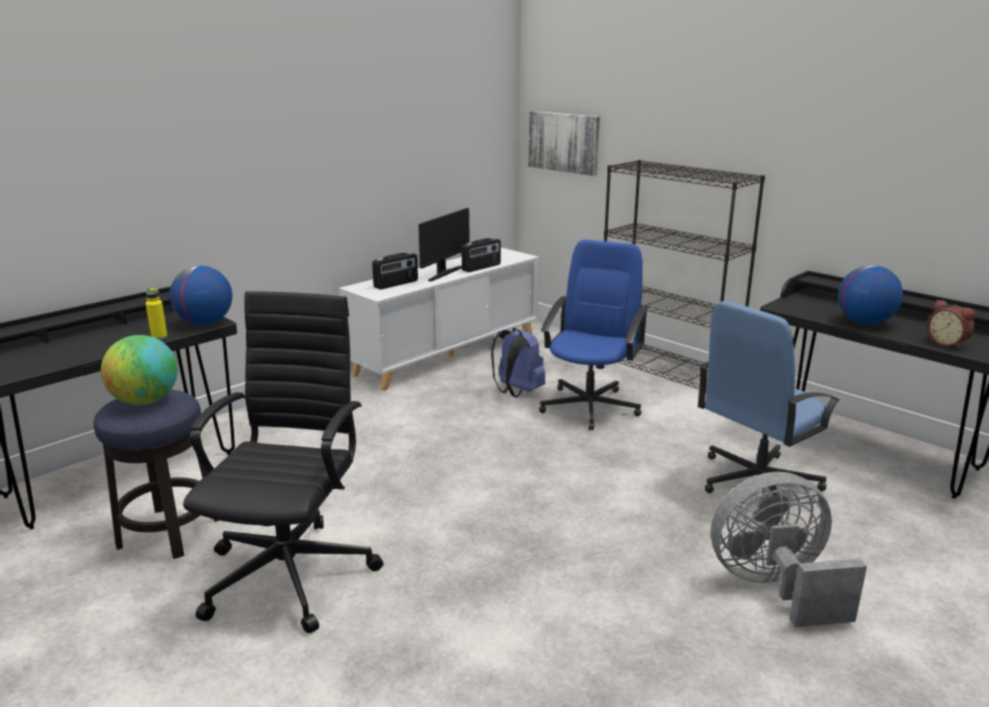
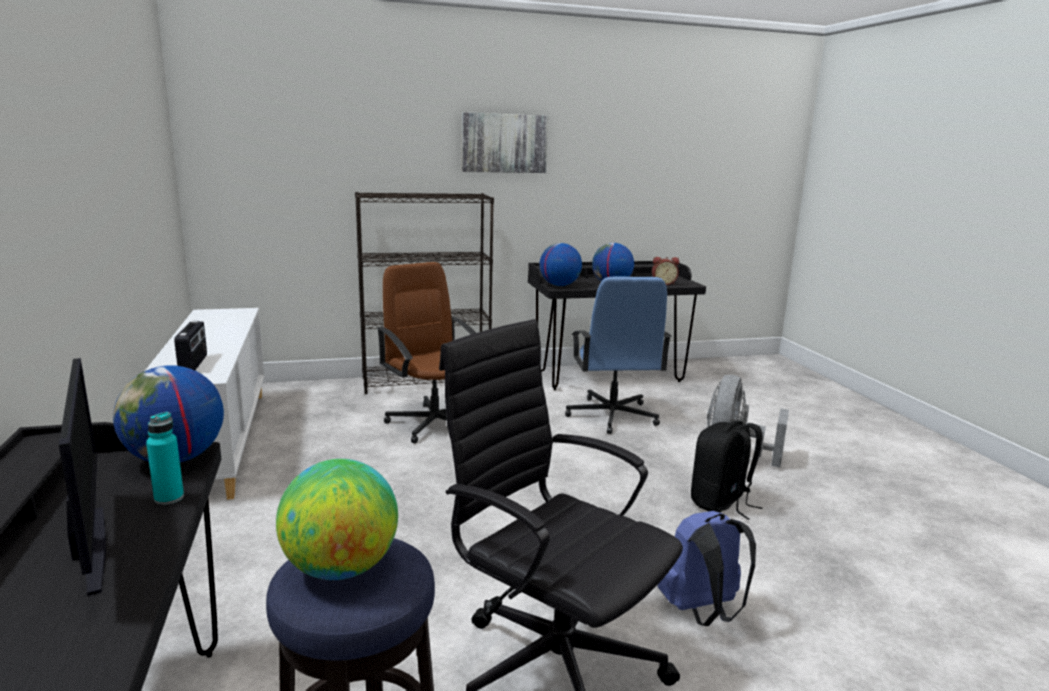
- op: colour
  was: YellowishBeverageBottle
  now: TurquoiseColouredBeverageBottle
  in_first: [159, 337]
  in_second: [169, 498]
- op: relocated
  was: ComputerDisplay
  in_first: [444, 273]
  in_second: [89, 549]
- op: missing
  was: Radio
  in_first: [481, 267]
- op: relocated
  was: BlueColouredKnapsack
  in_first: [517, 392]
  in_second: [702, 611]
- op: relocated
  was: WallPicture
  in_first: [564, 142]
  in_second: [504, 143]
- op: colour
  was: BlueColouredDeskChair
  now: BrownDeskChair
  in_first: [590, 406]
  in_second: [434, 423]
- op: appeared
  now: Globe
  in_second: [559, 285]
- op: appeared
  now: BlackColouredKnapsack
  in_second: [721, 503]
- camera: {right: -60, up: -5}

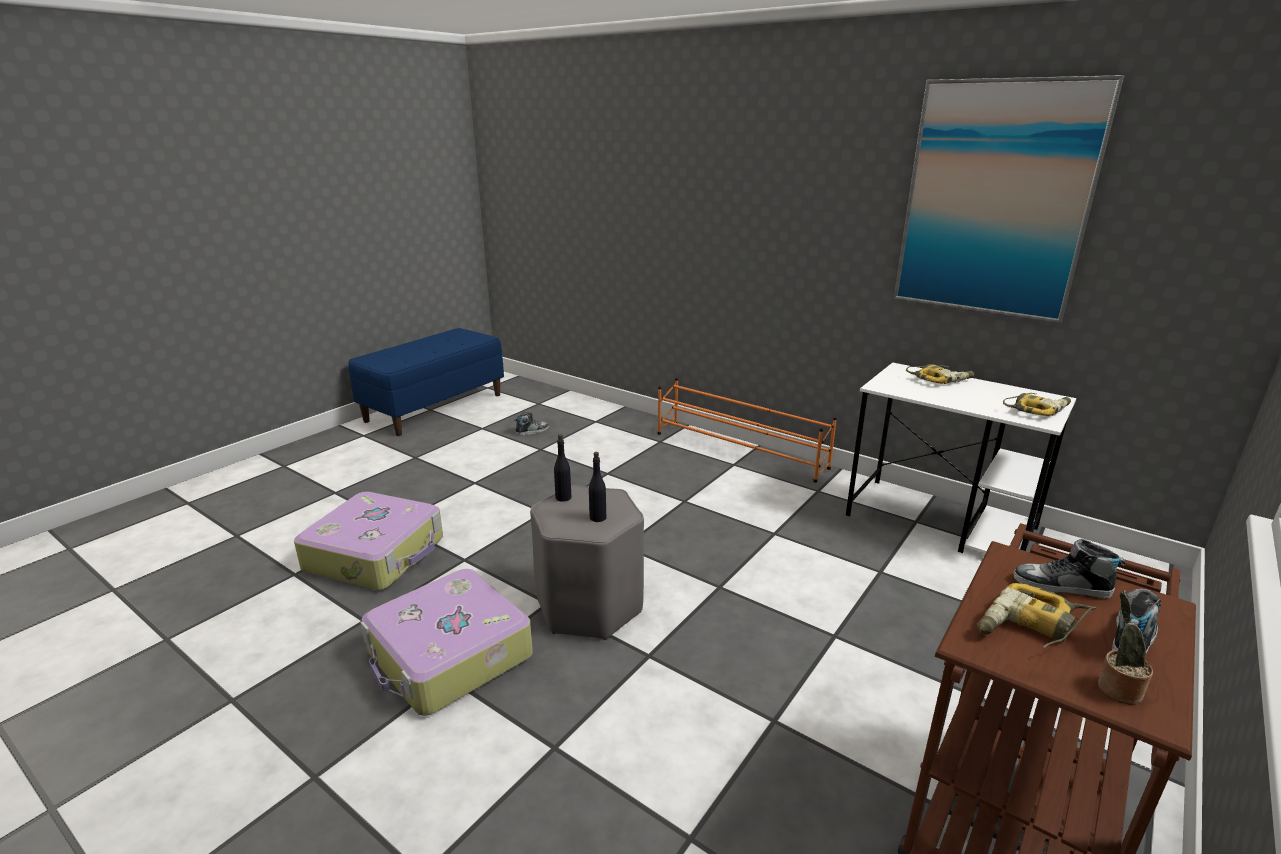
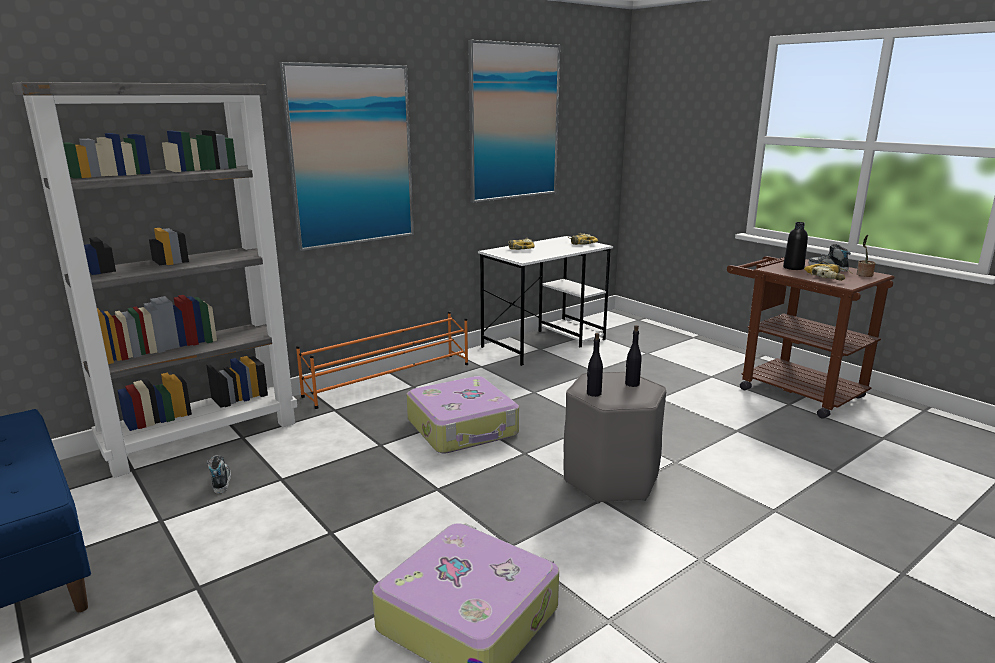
- op: relocated
  was: PieceOfLuggage
  in_first: [449, 656]
  in_second: [463, 428]
- op: exchanged
  was: ItemOfFootwear
  now: BlackColouredBeverageBottle
  in_first: [1061, 586]
  in_second: [793, 268]
- op: appeared
  now: GrayShelvingUnit
  in_second: [203, 436]
- op: appeared
  now: WallPicture
  in_second: [351, 156]
- camera: {right: -75, up: -5}

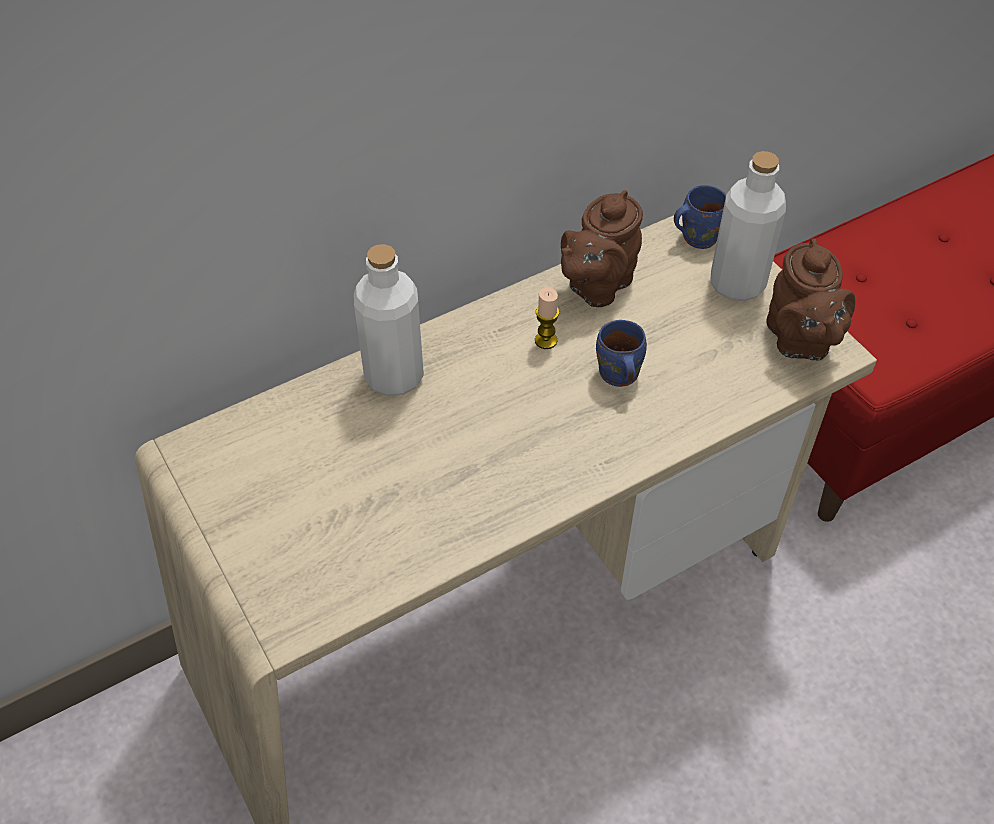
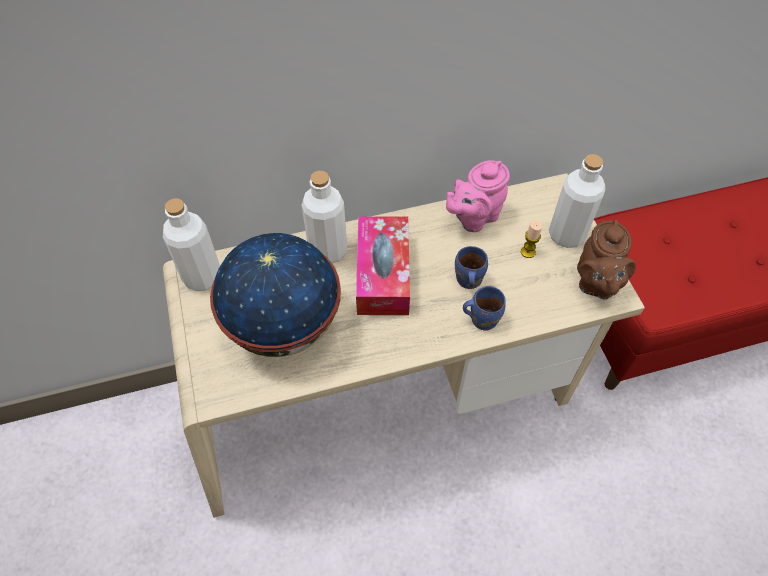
- op: relocated
  was: WaxCandle
  in_first: [546, 340]
  in_second: [528, 252]
- op: colour
  was: BrownPotForTea
  now: PinkPotForTea
  in_first: [596, 286]
  in_second: [473, 217]
- op: relocated
  was: BlueColouredTeaMug
  in_first: [696, 236]
  in_second: [482, 318]
- op: appeared
  now: WhiteColouredBeverageBottle
  in_second: [202, 277]
- op: appeared
  now: Globe
  in_second: [283, 326]
- op: appeared
  now: TissueBox
  in_second: [383, 274]
- camera: {right: 15, up: 5}

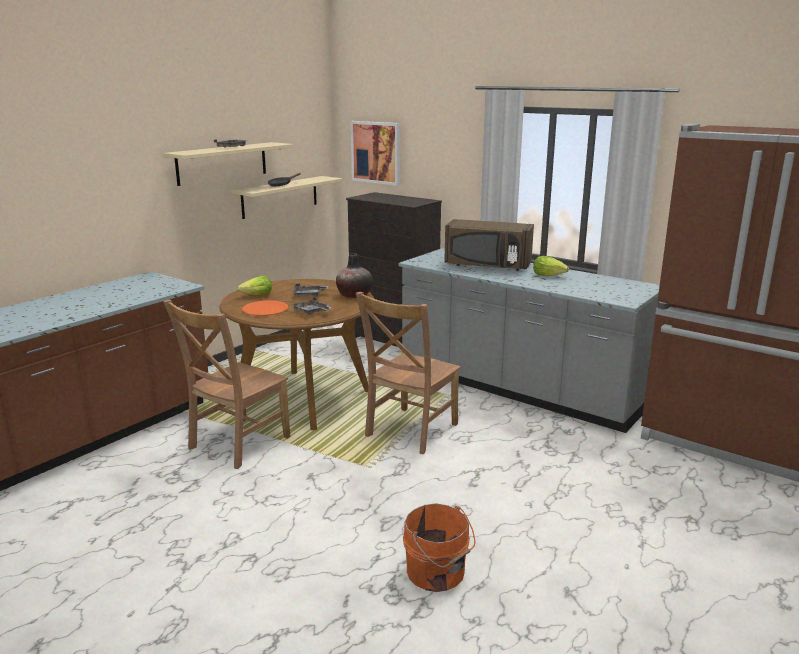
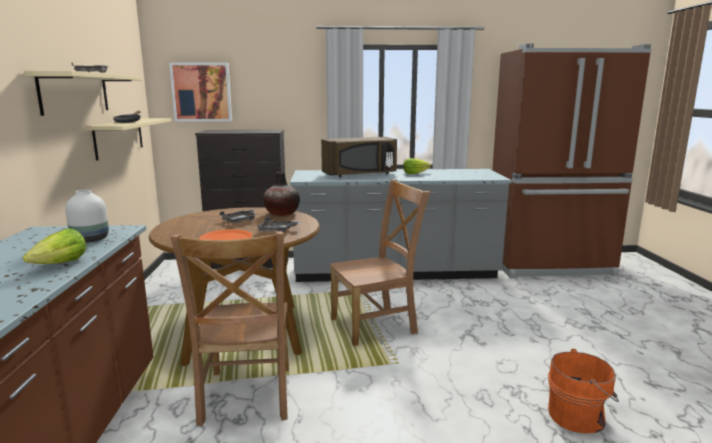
- op: relocated
  was: LettuceHead
  in_first: [257, 295]
  in_second: [61, 264]
- op: spun
  was: BrownUprightChair
  in_first: [409, 431]
  in_second: [377, 325]
  clockwise: -105
- op: appeared
  now: WhiteColouredDecorativeVase
  in_second: [91, 239]
- camera: {right: -40, up: -5}

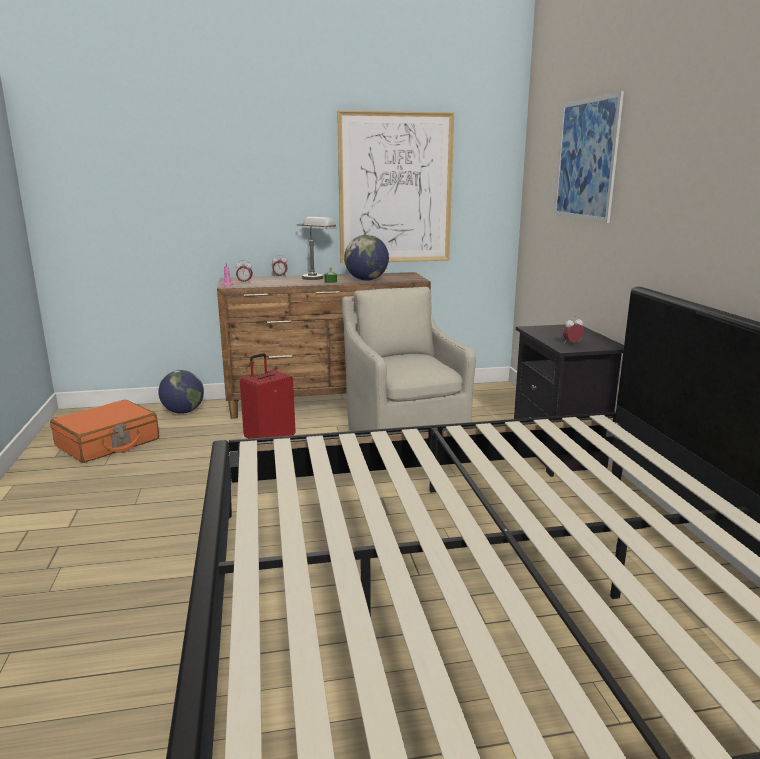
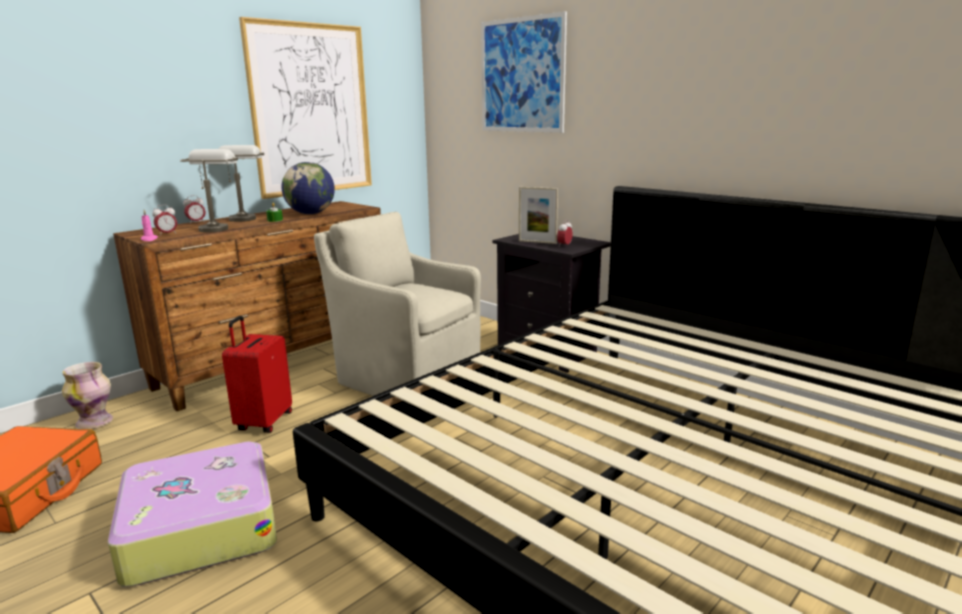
- op: exchanged
  was: Globe
  now: DecorativeVase
  in_first: [183, 412]
  in_second: [95, 422]
- op: appeared
  now: PieceOfLuggage
  in_second: [199, 527]
- op: appeared
  now: GrayTabletopLamp
  in_second: [217, 227]
- op: appeared
  now: StandingFrame
  in_second: [537, 242]
- camera: {right: -35, up: 0}

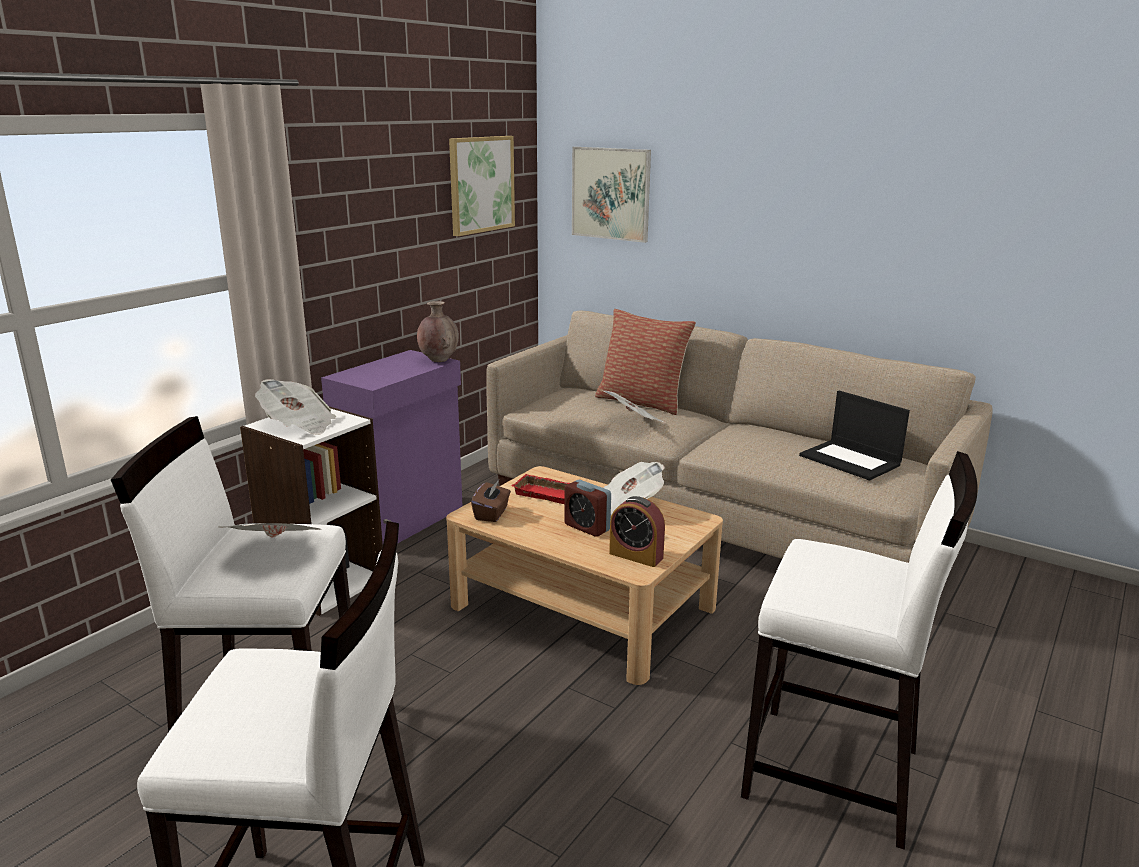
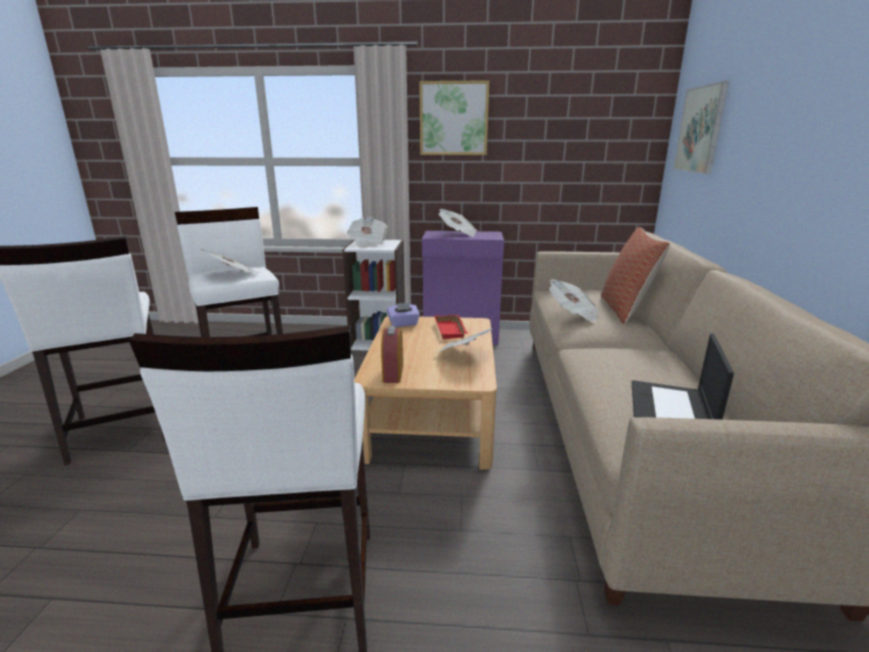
- op: missing
  was: BrownDecorativeVase
  in_first: [438, 360]
- op: relocated
  was: WallPicture
  in_first: [481, 184]
  in_second: [453, 118]
- op: colour
  was: BrownTissueBox
  now: PurplishTissueBox
  in_first: [492, 514]
  in_second: [403, 324]
- op: missing
  was: TableClock
  in_first: [587, 527]
- op: appeared
  now: Newspaper
  in_second: [458, 233]
- camera: {right: 60, up: 0}

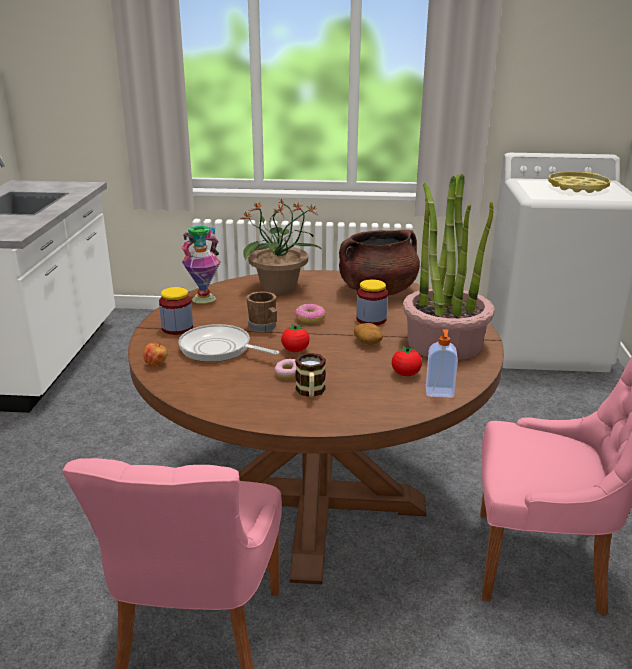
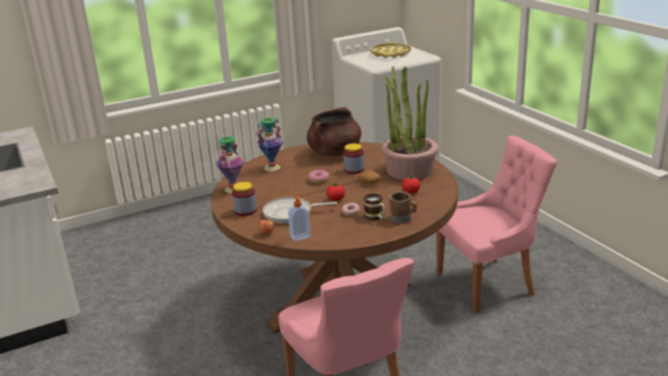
- op: exchanged
  was: PottedPlant
  now: DecorativeVase
  in_first: [280, 288]
  in_second: [272, 168]
- op: relocated
  was: BrownTeaMug
  in_first: [264, 328]
  in_second: [403, 218]
- op: relocated
  was: LiquidSoapBottle
  in_first: [439, 393]
  in_second: [300, 237]
- camera: {right: -30, up: 0}

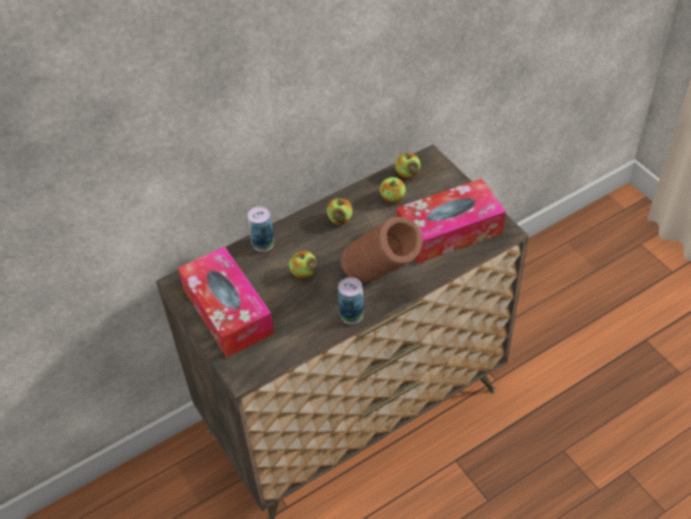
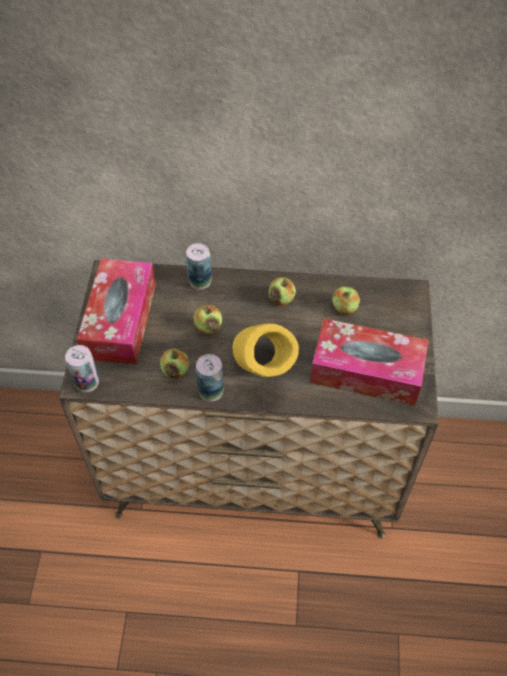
- op: colour
  was: BrownDecorativeVase
  now: YellowishDecorativeVase
  in_first: [381, 281]
  in_second: [263, 378]
- op: relocated
  was: AppleFruit
  in_first: [407, 173]
  in_second: [175, 371]
- op: appeared
  now: Can
  in_second: [87, 382]
- camera: {right: 35, up: 5}

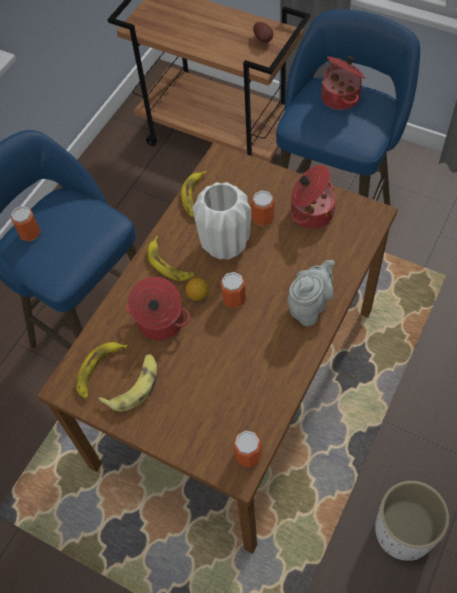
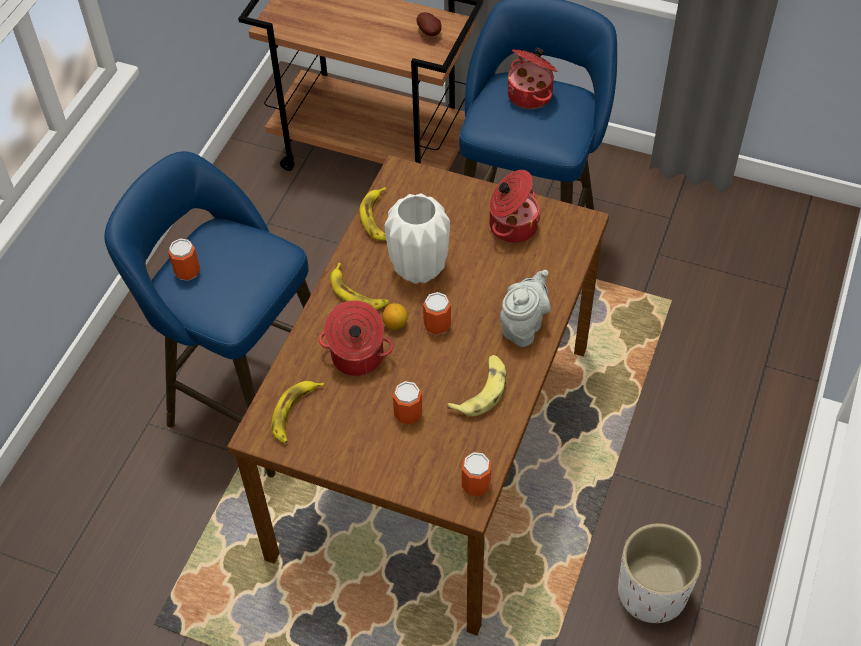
- op: relocated
  was: WholeBanana
  in_first: [134, 386]
  in_second: [481, 390]
- op: relocated
  was: Can
  in_first: [263, 218]
  in_second: [408, 414]
- camera: {right: -10, up: -5}

